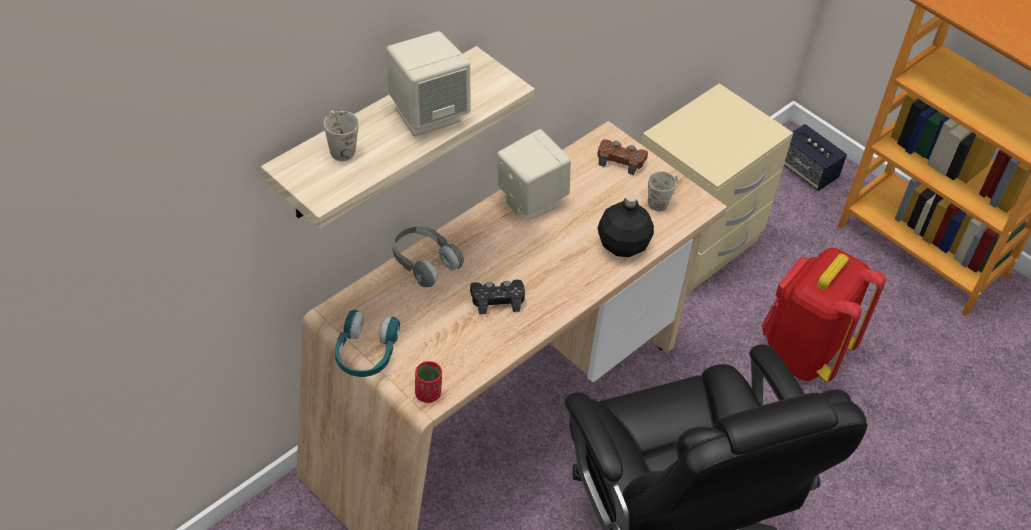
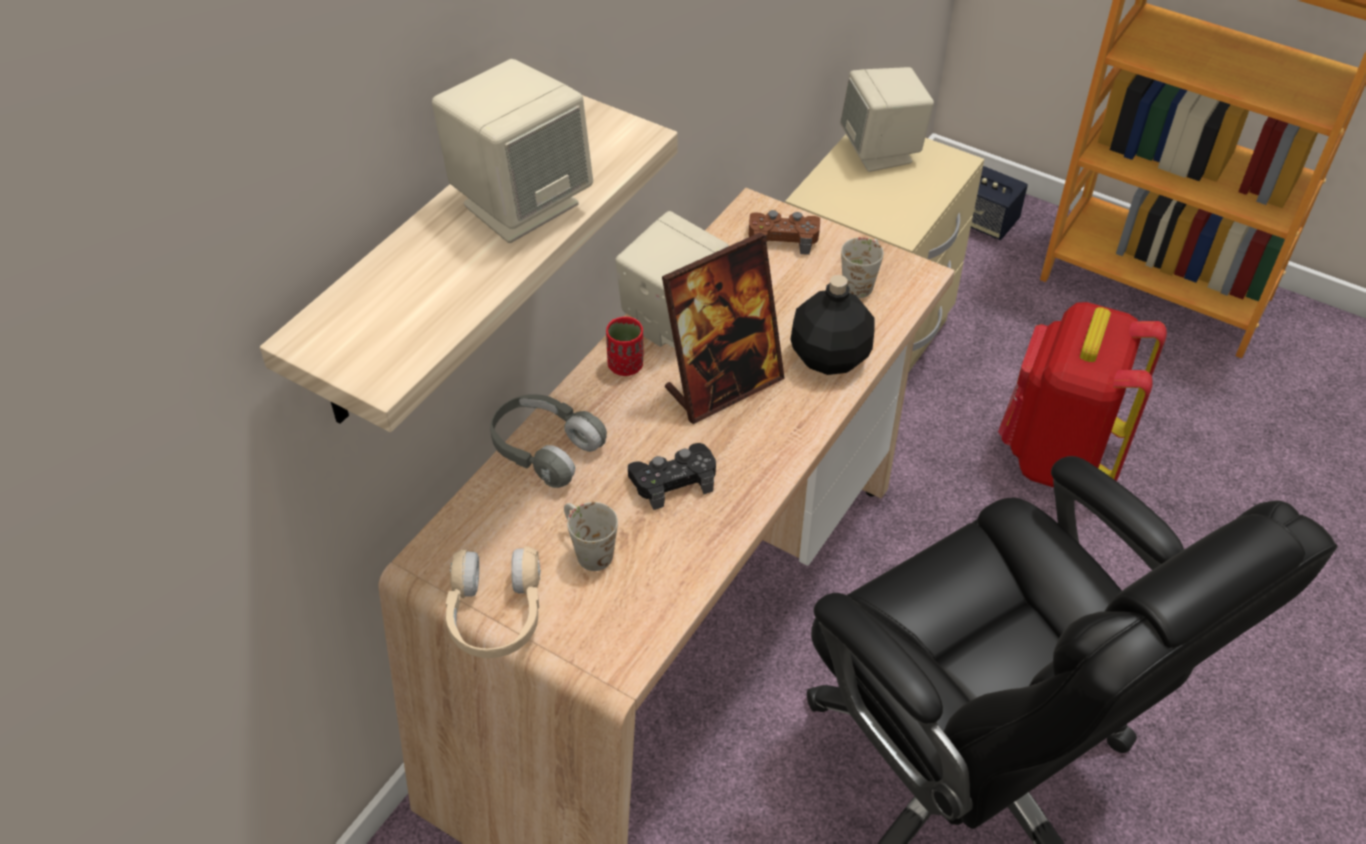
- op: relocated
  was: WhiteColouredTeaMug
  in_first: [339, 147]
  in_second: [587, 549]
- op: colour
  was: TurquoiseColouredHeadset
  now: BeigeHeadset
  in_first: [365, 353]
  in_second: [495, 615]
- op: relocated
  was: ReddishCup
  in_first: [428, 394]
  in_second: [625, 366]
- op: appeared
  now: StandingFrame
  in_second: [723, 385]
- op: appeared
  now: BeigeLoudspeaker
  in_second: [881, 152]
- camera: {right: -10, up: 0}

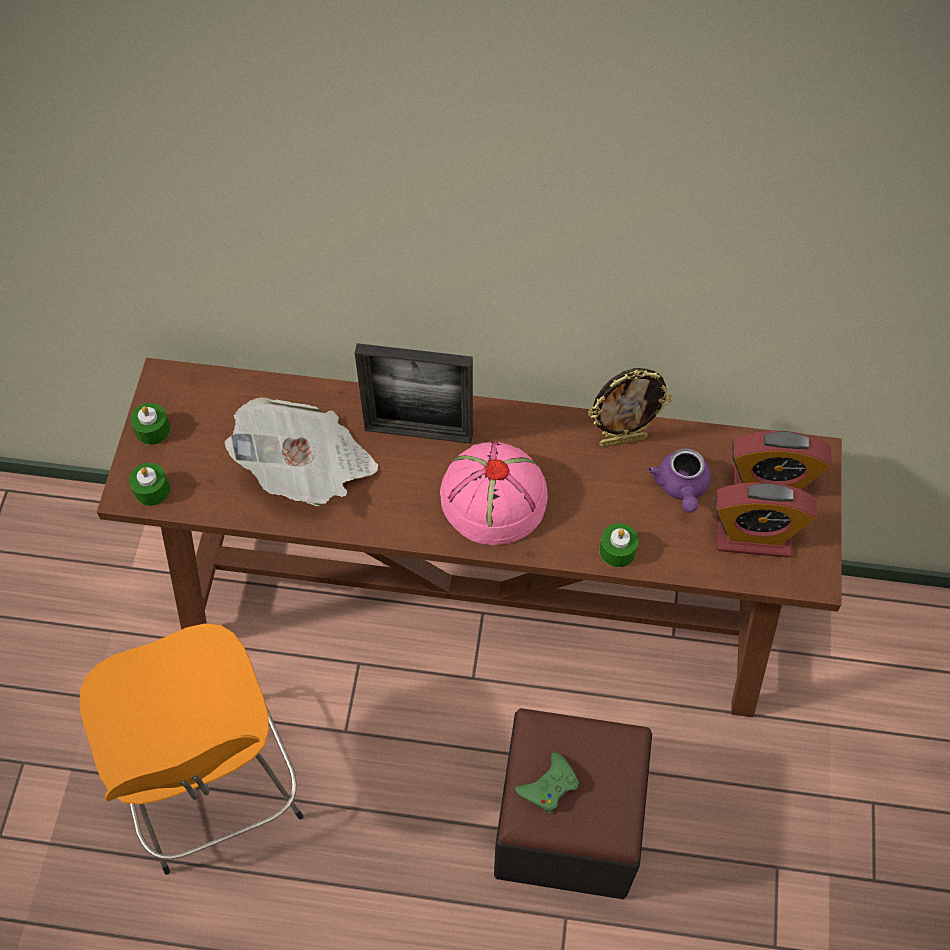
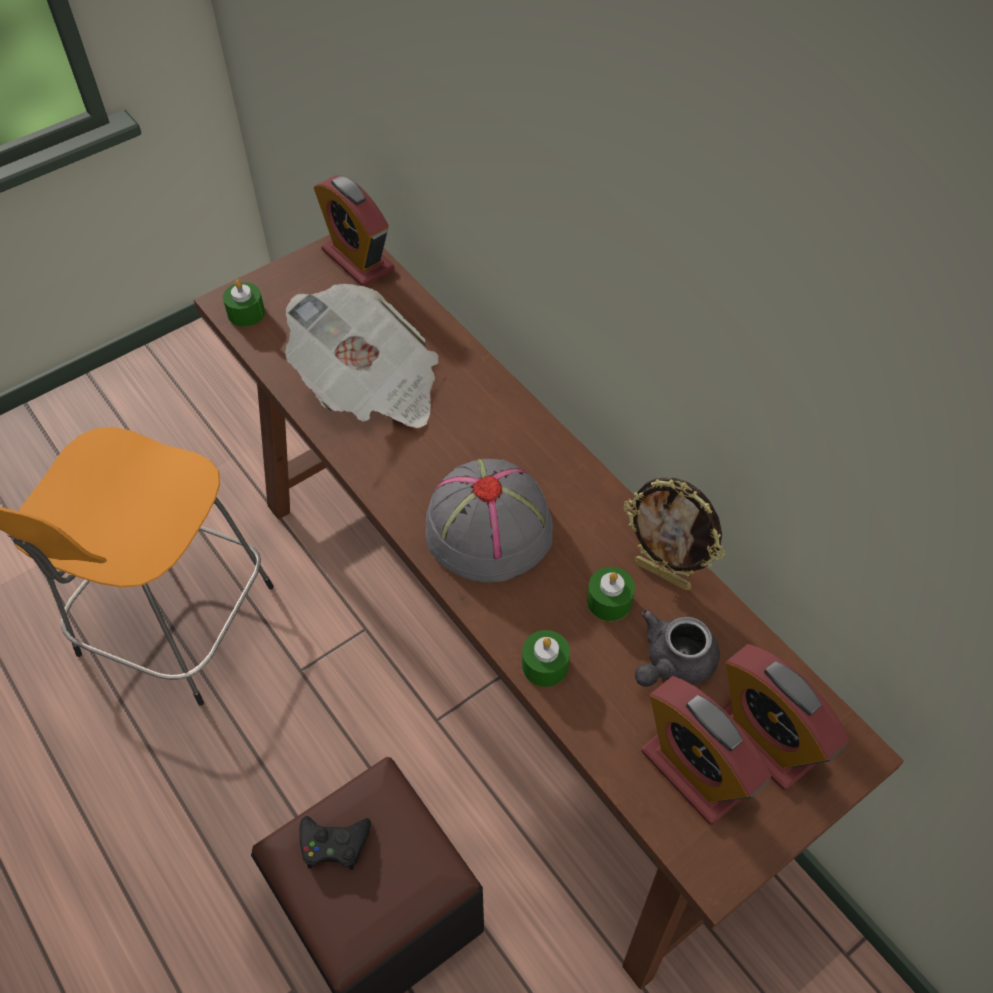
- op: relocated
  was: GreenWaxCandle
  in_first: [152, 429]
  in_second: [609, 601]
- op: missing
  was: StandingFrame
  in_first: [418, 432]
- op: colour
  was: PinkWearableHat
  now: GrayWearableHat
  in_first: [492, 497]
  in_second: [488, 526]
- op: colour
  was: GreenGamepad
  now: BlackColouredGamepad
  in_first: [549, 786]
  in_second: [334, 844]
- op: colour
  was: PurplishPotForTea
  now: GrayPotForTea
  in_first: [681, 488]
  in_second: [672, 663]
- op: appeared
  now: TableClock
  in_second: [358, 260]
- camera: {right: 45, up: -5}

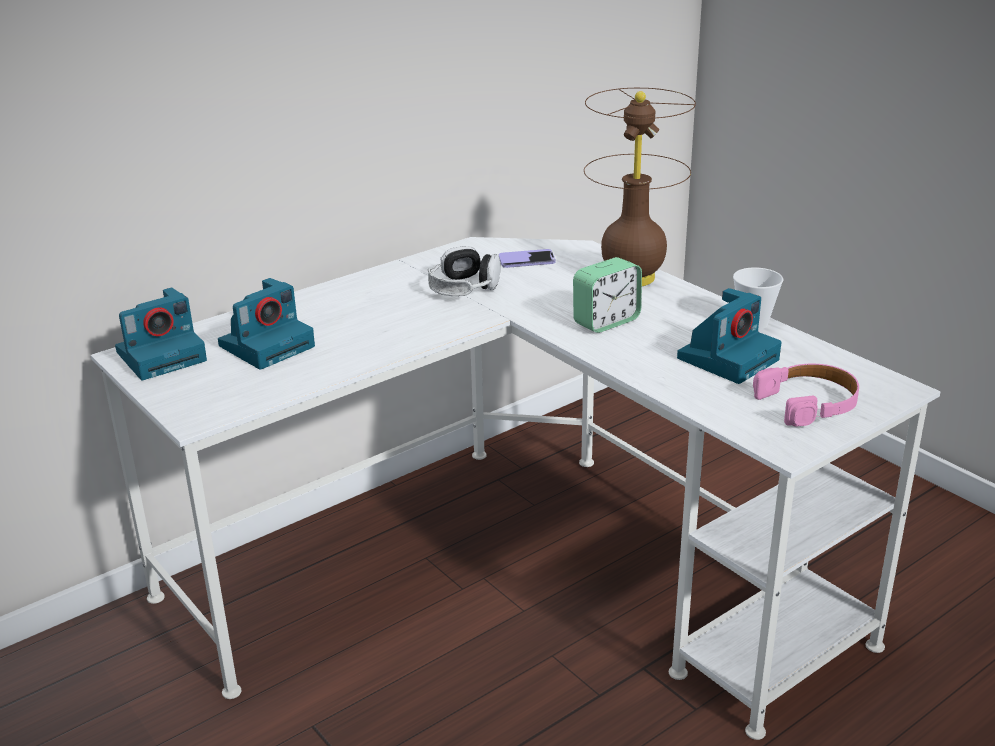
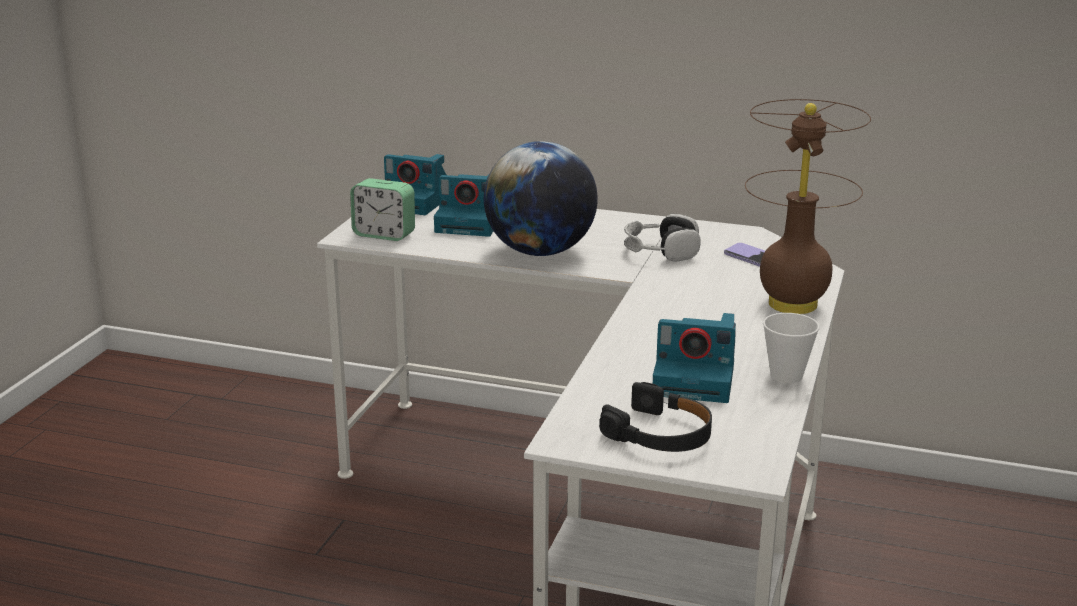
- op: relocated
  was: TableClock
  in_first: [606, 321]
  in_second: [384, 234]
- op: colour
  was: PinkHeadset
  now: BlackColouredHeadset
  in_first: [809, 403]
  in_second: [660, 434]
- op: appeared
  now: Globe
  in_second: [540, 252]
- camera: {right: 55, up: -5}

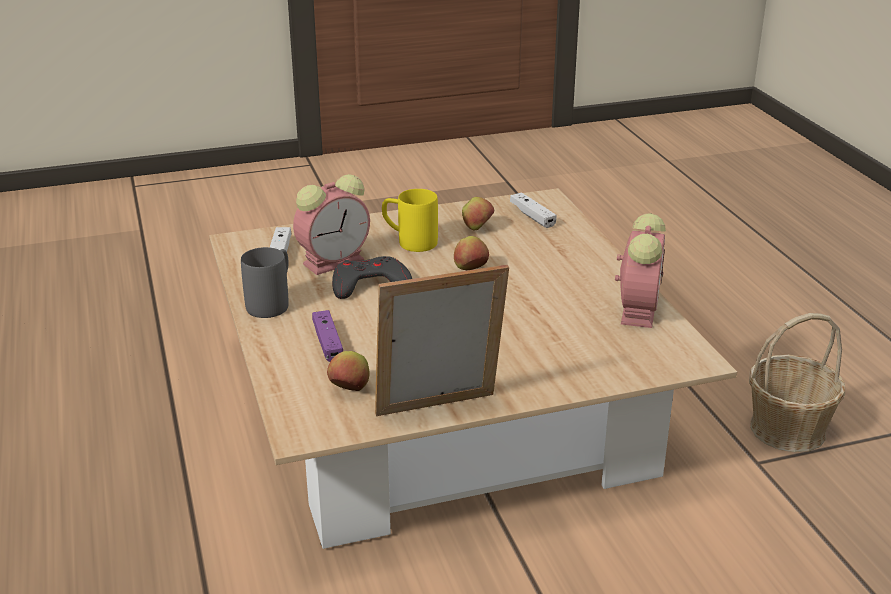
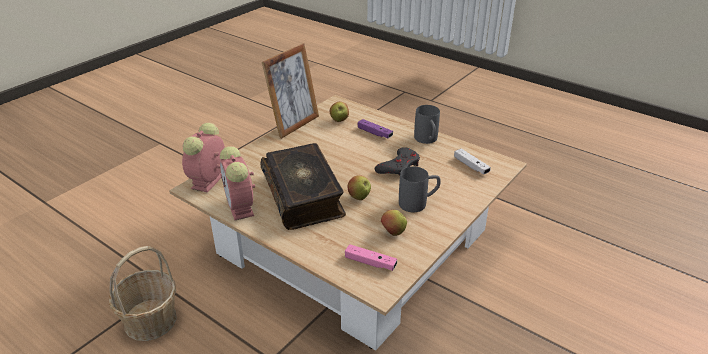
- op: relocated
  was: TableClock
  in_first: [335, 261]
  in_second: [208, 181]
- op: colour
  was: YellowishTeaMug
  now: GrayTeaMug
  in_first: [409, 242]
  in_second: [418, 203]
- op: colour
  was: WhiteColouredGamepad
  now: PinkGamepad
  in_first: [532, 216]
  in_second: [370, 262]
- op: appeared
  now: Book
  in_second: [303, 195]
- camera: {right: 145, up: 5}

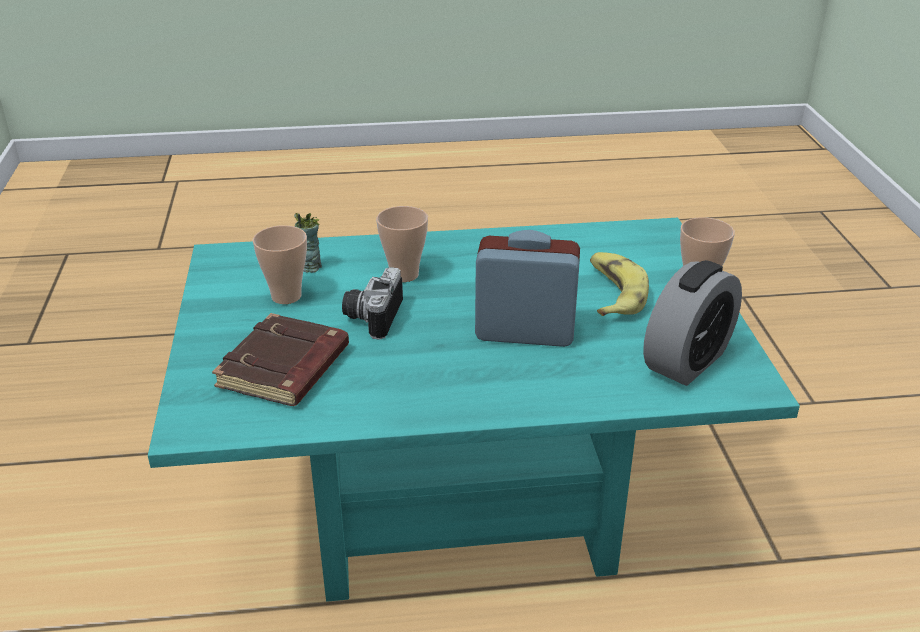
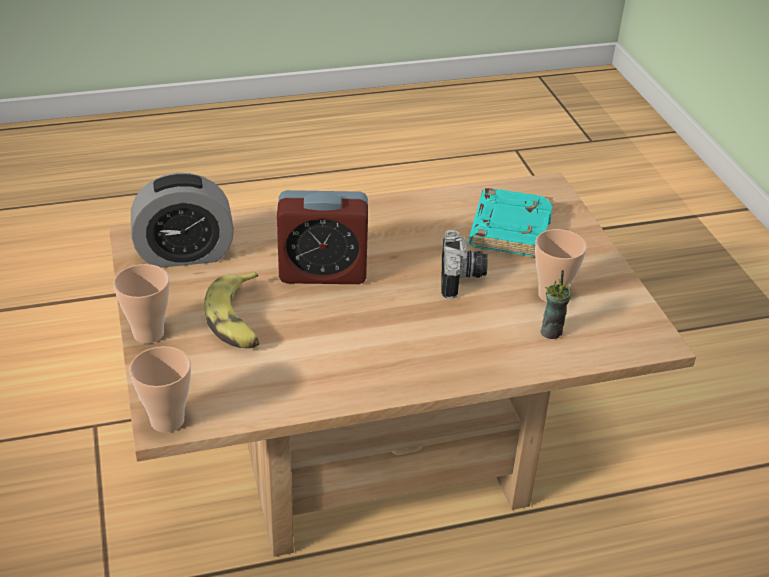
- op: colour
  was: TurquoiseColouredCoffeeTable
  now: BeigeCoffeeTable
  in_first: [459, 503]
  in_second: [377, 452]
- op: colour
  was: BrownBook
  now: TurquoiseColouredBook
  in_first: [285, 369]
  in_second: [509, 229]
- op: relocated
  was: Cup
  in_first: [404, 275]
  in_second: [167, 420]
- op: spun
  was: TableClock
  in_first: [687, 361]
  in_second: [185, 254]
  clockwise: -135
- camera: {right: 170, up: 5}

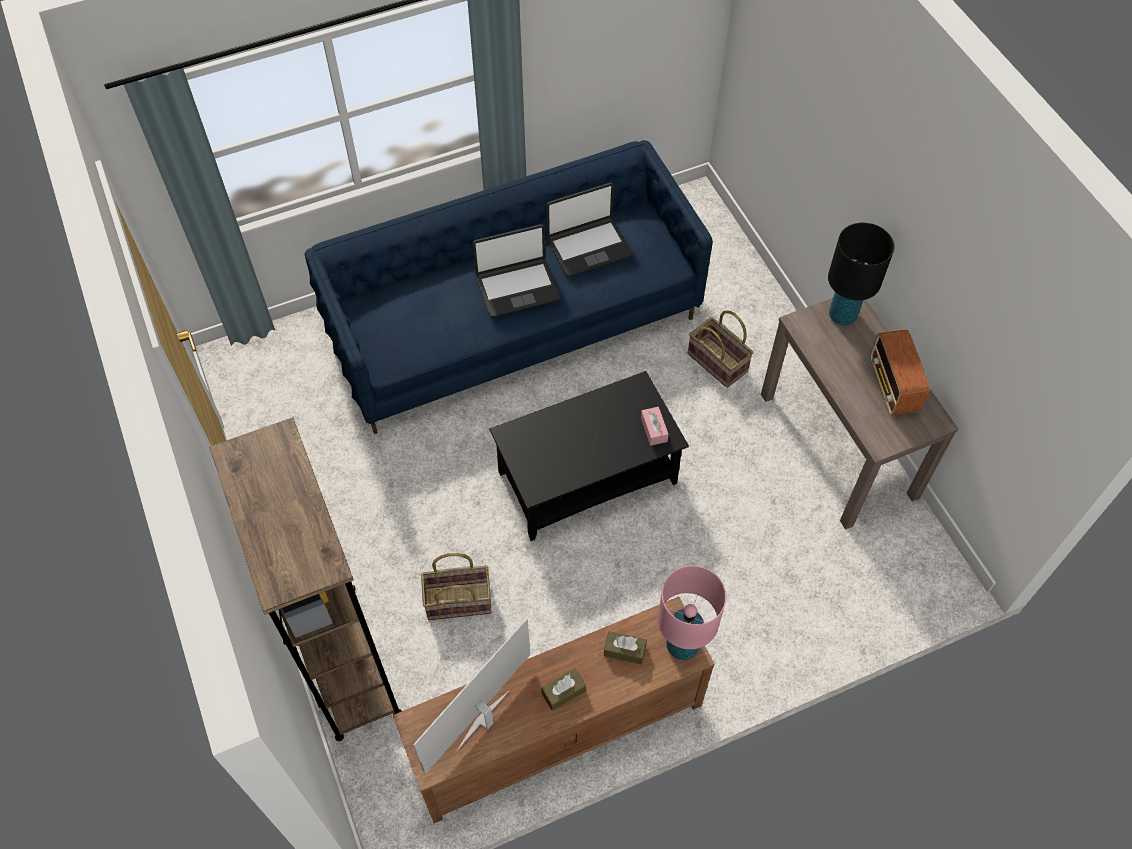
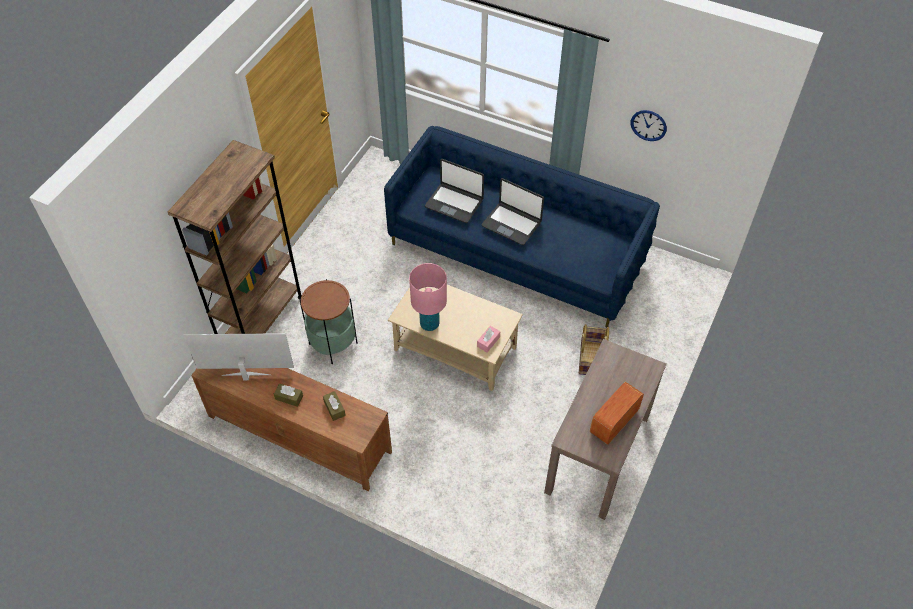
- op: exchanged
  was: Basket
  now: EndTable
  in_first: [459, 600]
  in_second: [333, 343]
- op: colour
  was: BlackColouredCoffeeTable
  now: BeigeCoffeeTable
  in_first: [588, 477]
  in_second: [456, 349]
- op: relocated
  was: NotebookComputer
  in_first: [588, 247]
  in_second: [454, 203]
- op: relocated
  was: PinkTabletopLamp
  in_first: [682, 645]
  in_second: [429, 324]
- op: missing
  was: BlackColouredTabletopLamp
  in_first: [842, 315]
- op: appeared
  now: HangingClock
  in_second: [648, 125]
- camera: {right: 50, up: -5}

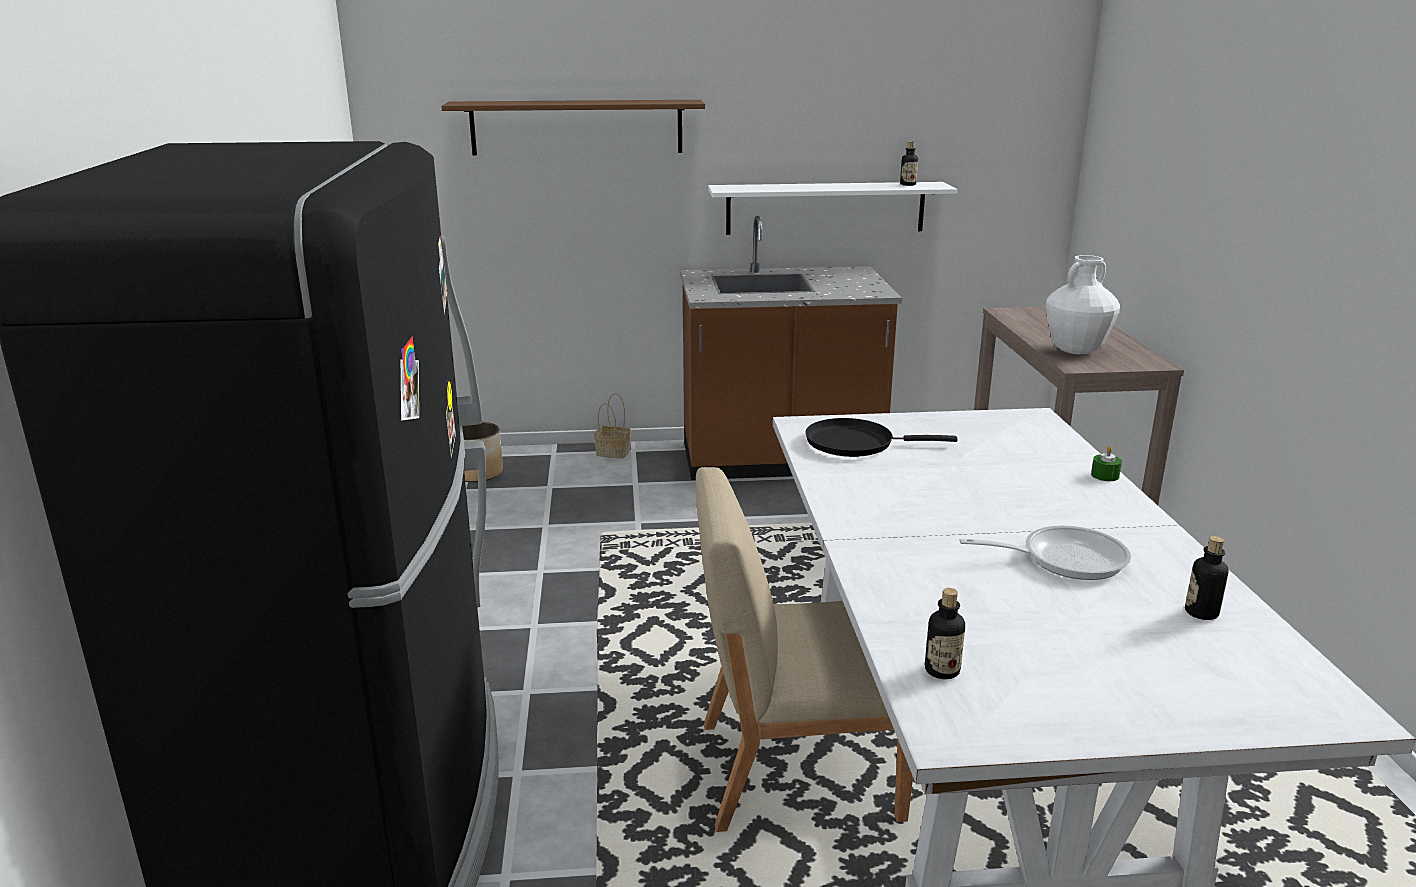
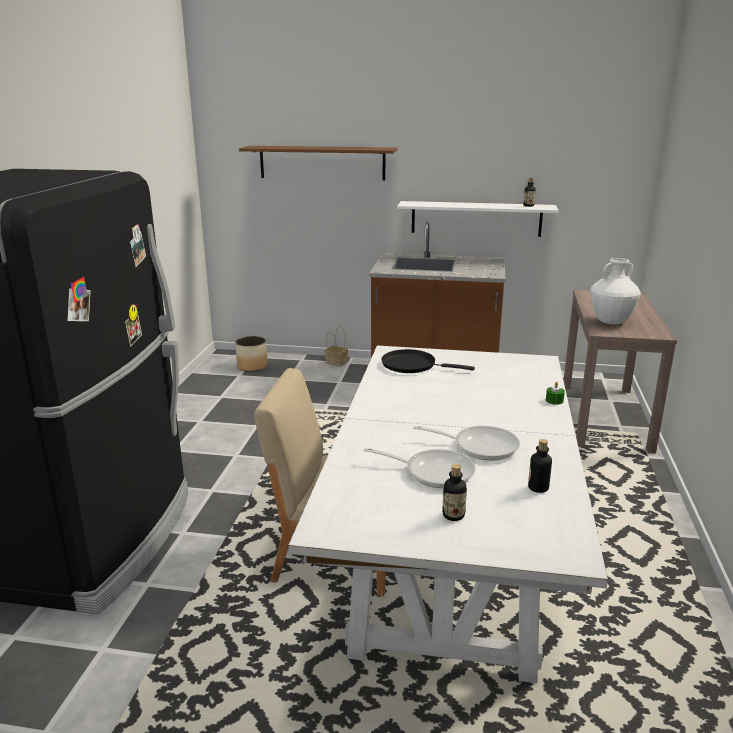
- op: relocated
  was: BeverageBottle
  in_first: [942, 670]
  in_second: [453, 515]
- op: appeared
  now: FryingPan
  in_second: [433, 472]
- camera: {right: 15, up: 0}

